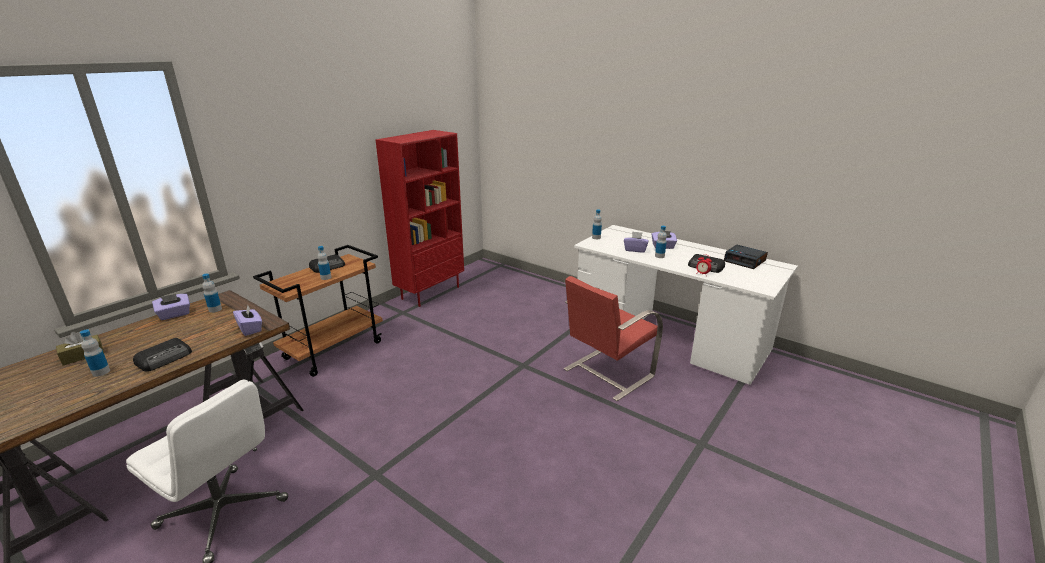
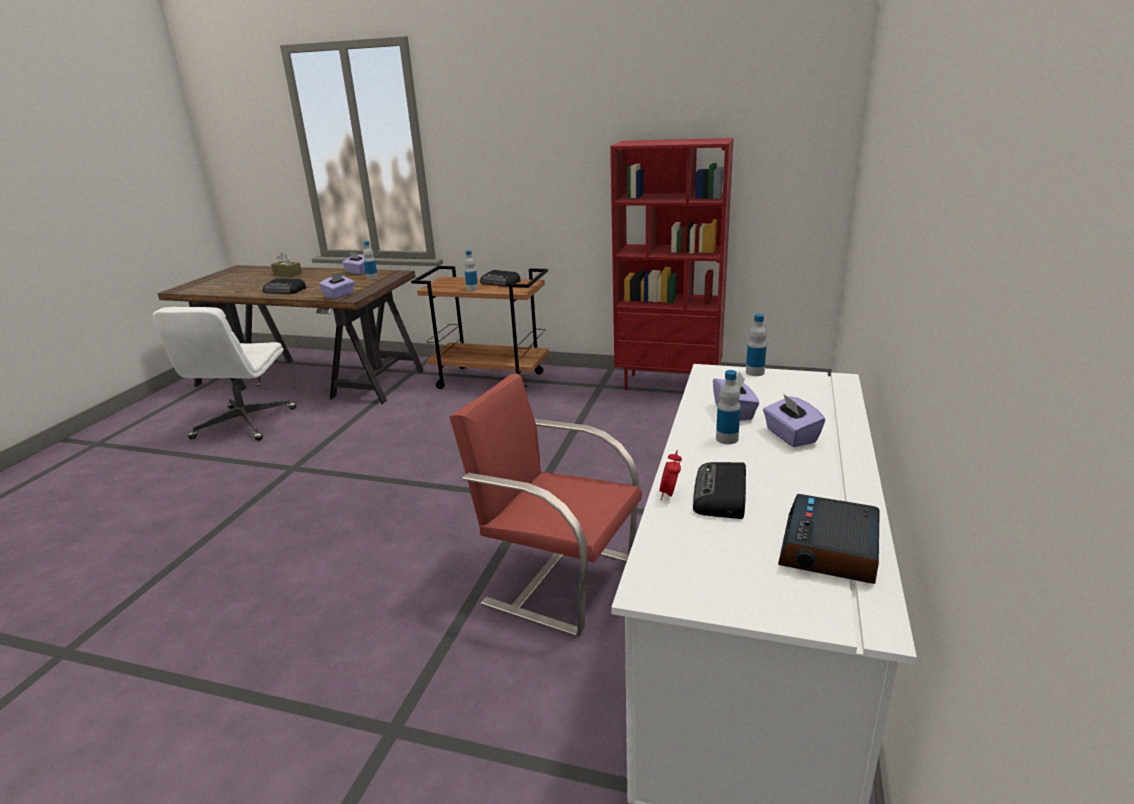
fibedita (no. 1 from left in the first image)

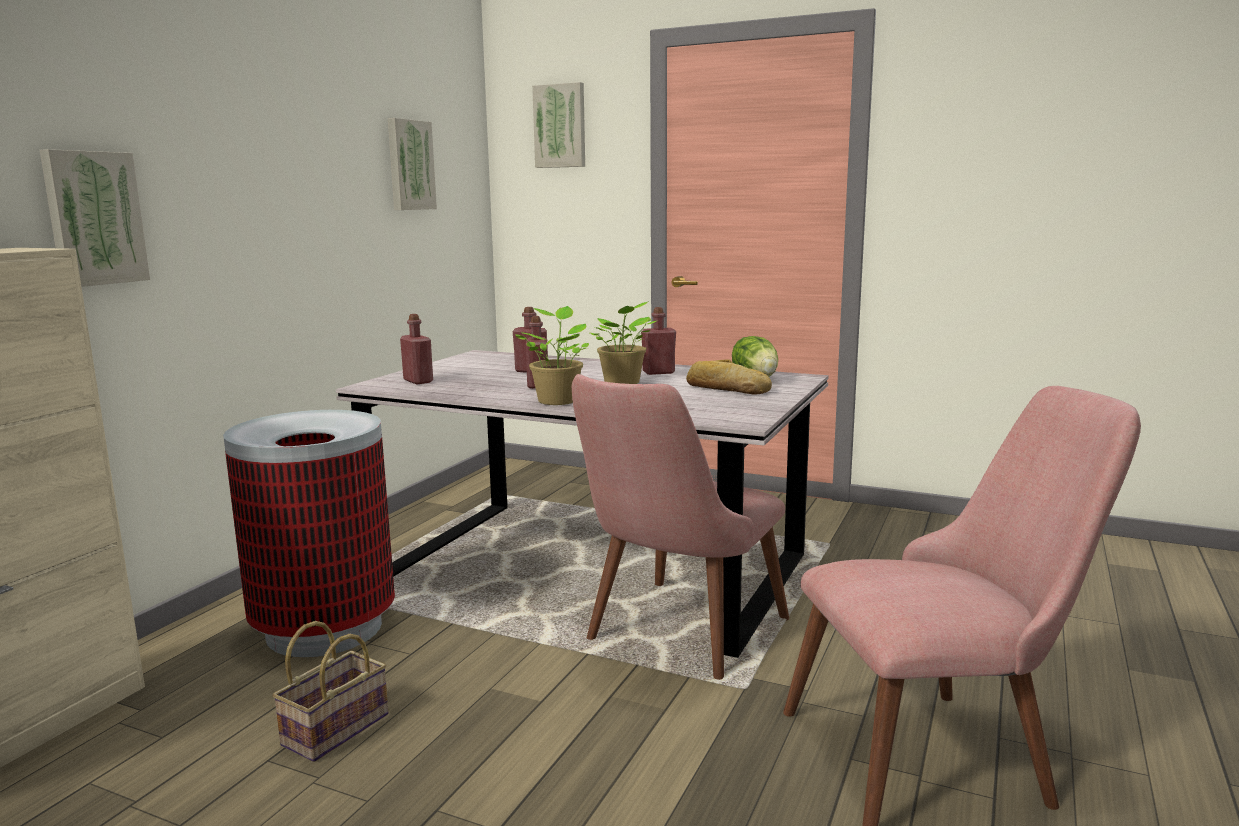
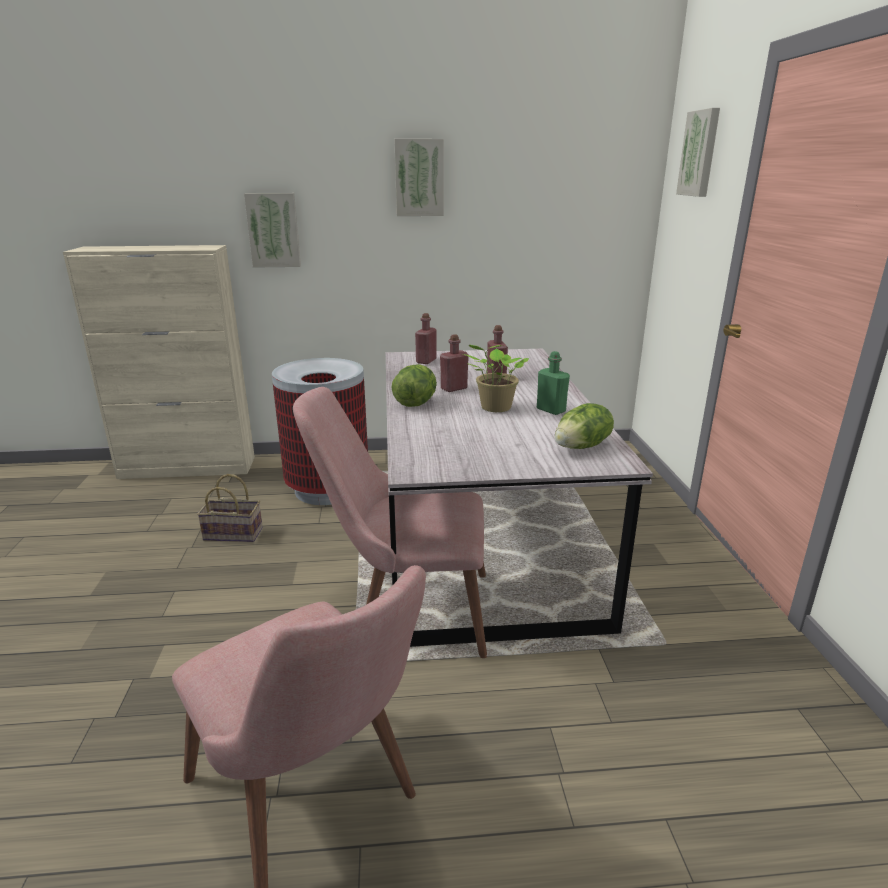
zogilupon (no. 2 from left)
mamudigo (no. 1 from left)
green fibedita
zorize

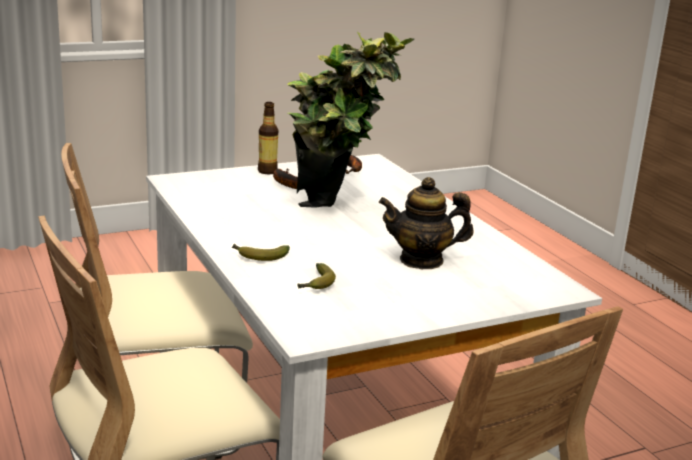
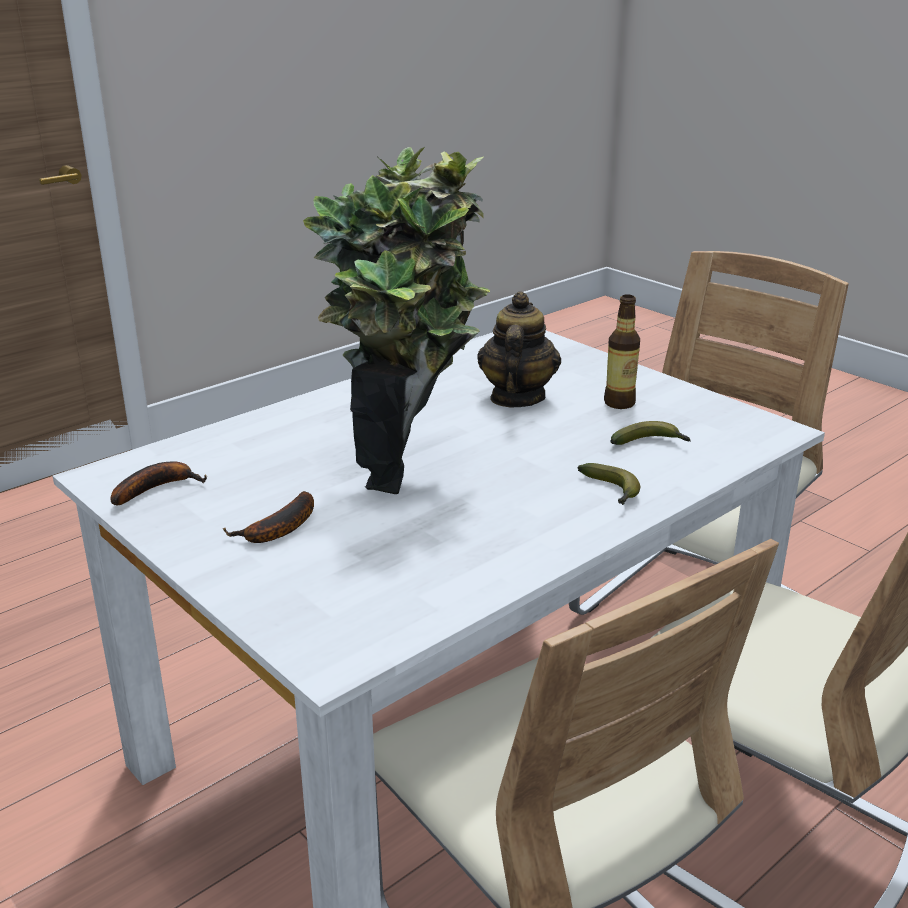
fibedita
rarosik

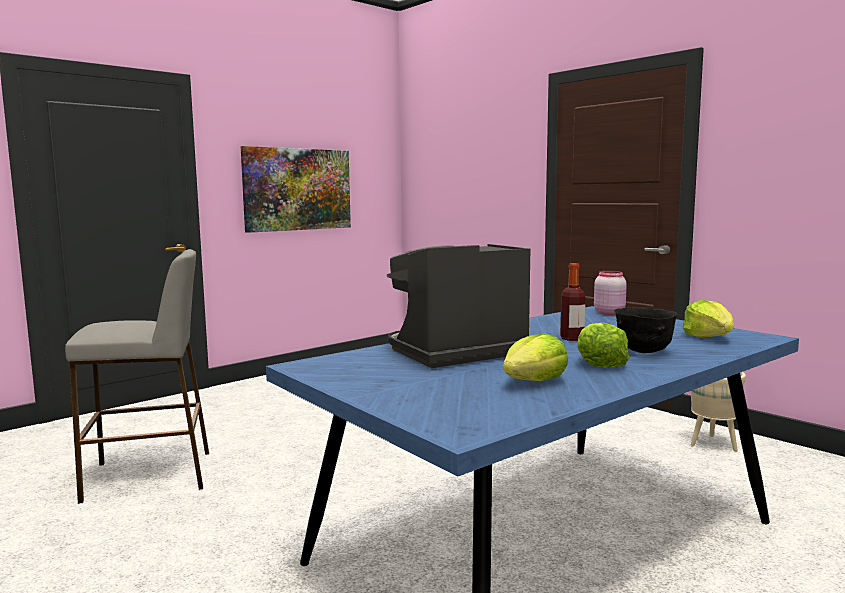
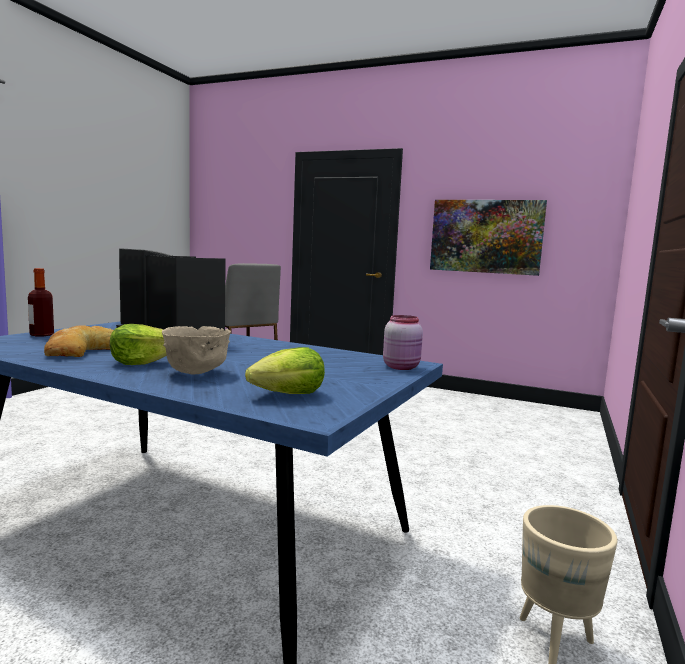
zorize
fibedita
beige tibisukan

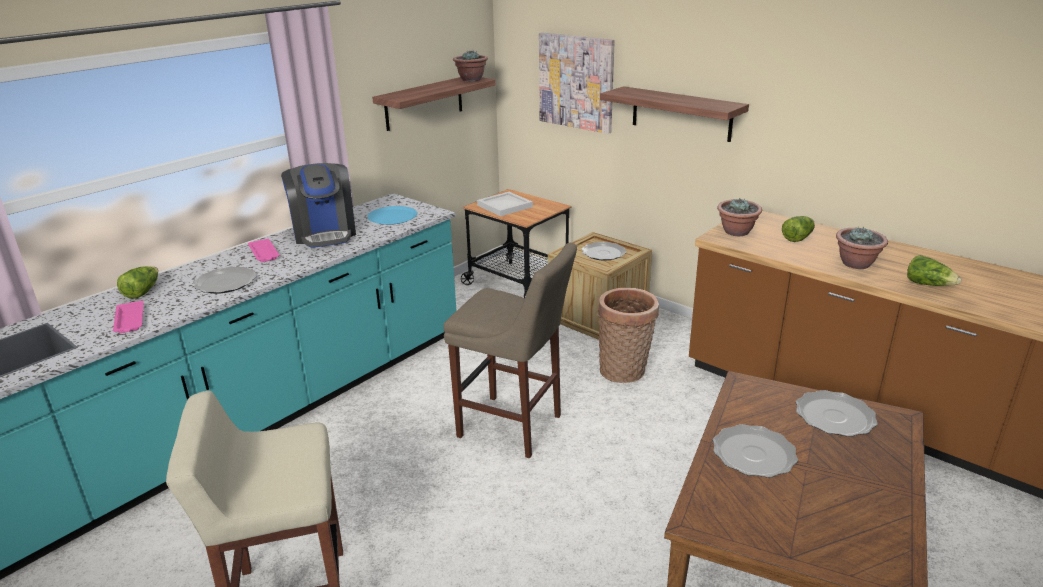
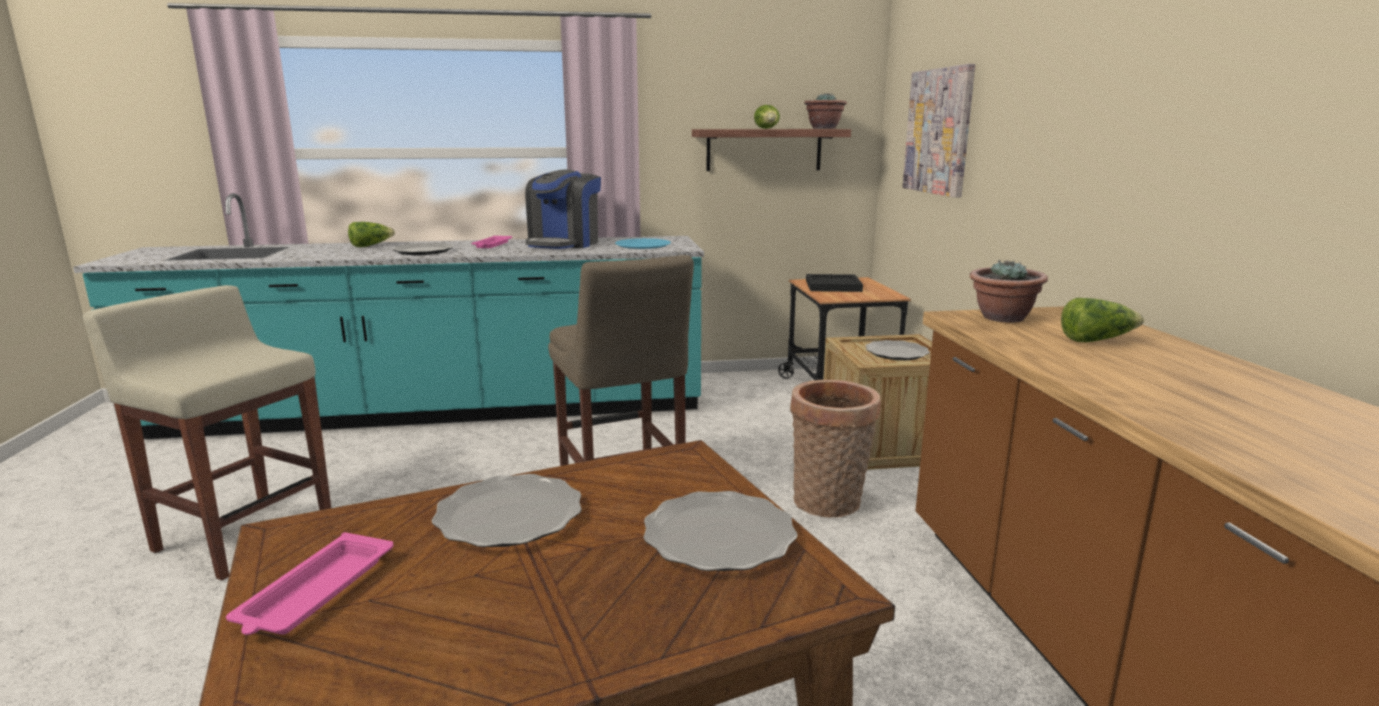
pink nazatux (no. 1 from left)
black nazatux
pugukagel (no. 2 from left in the first image)
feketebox (no. 3 from left in the first image)
mamudigo (no. 2 from left)

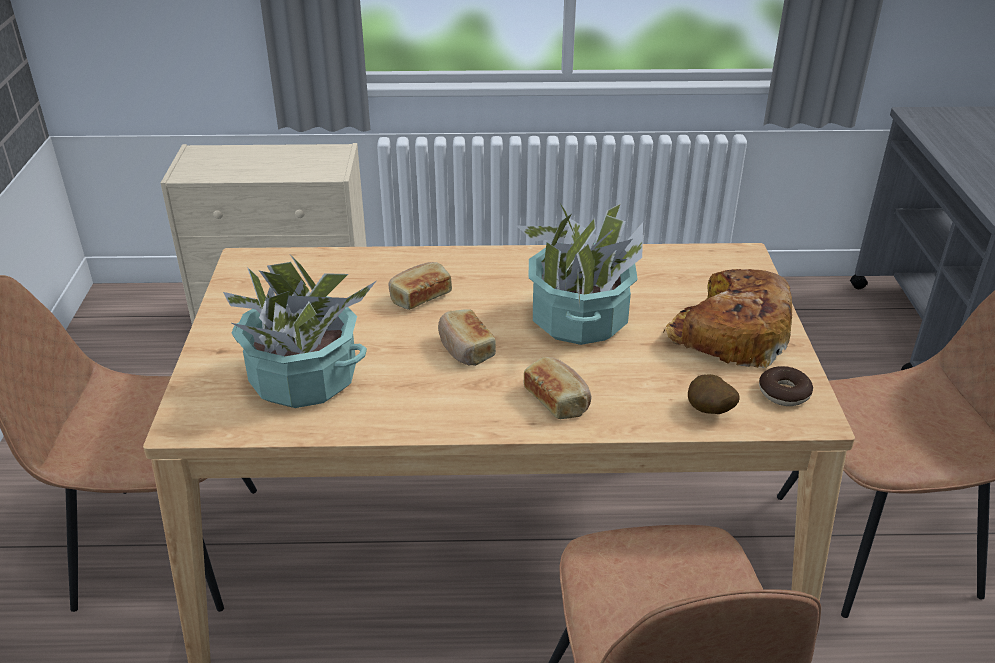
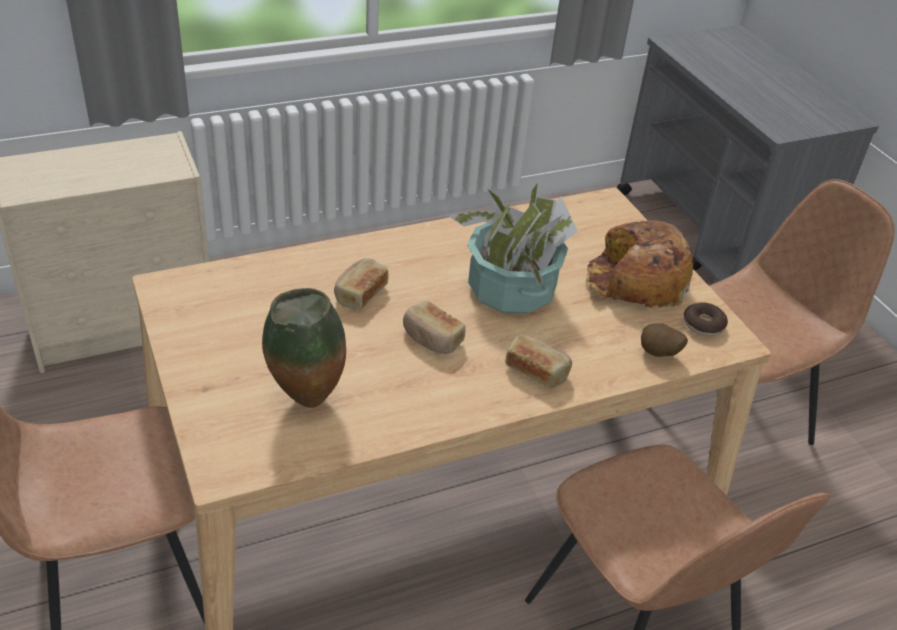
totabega

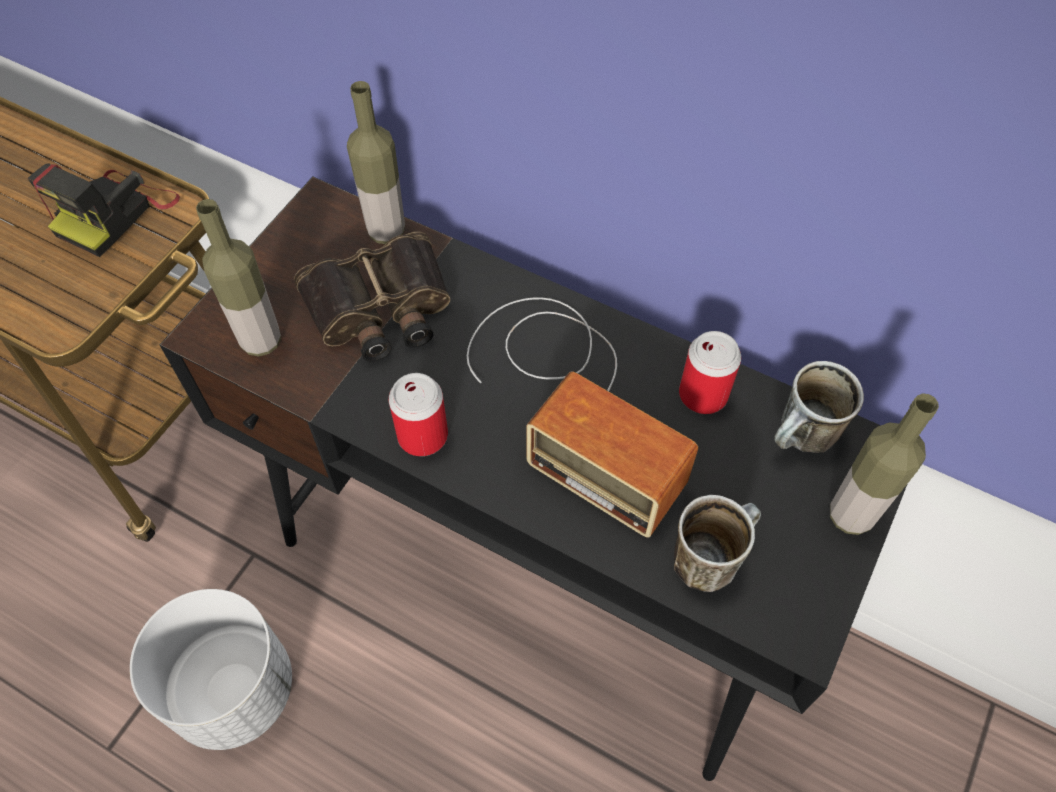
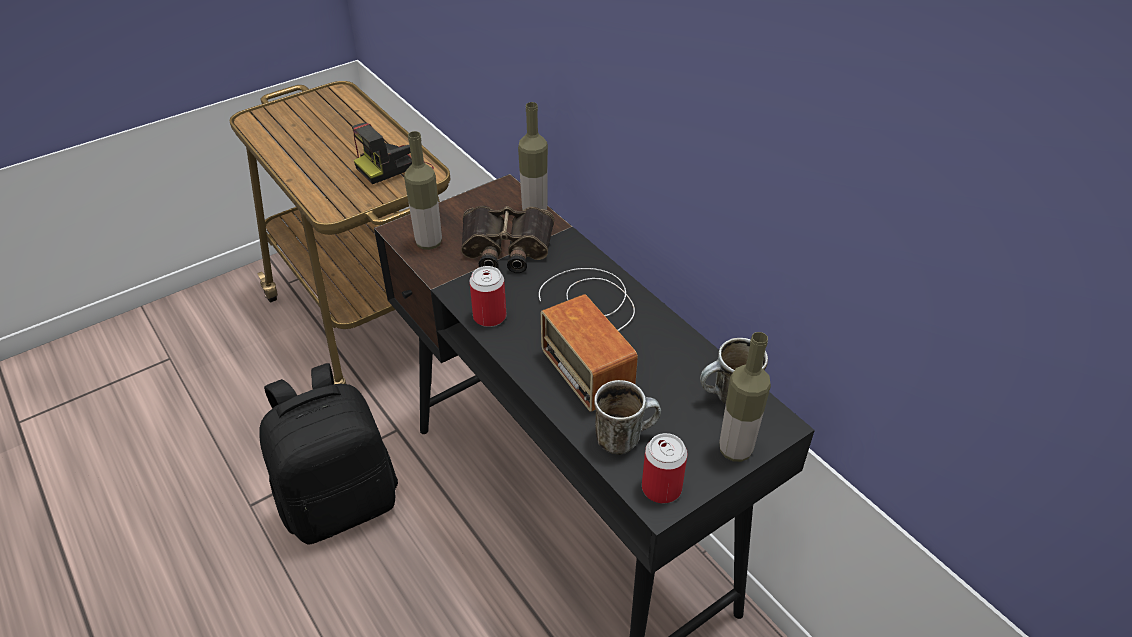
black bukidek
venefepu (no. 2 from left)

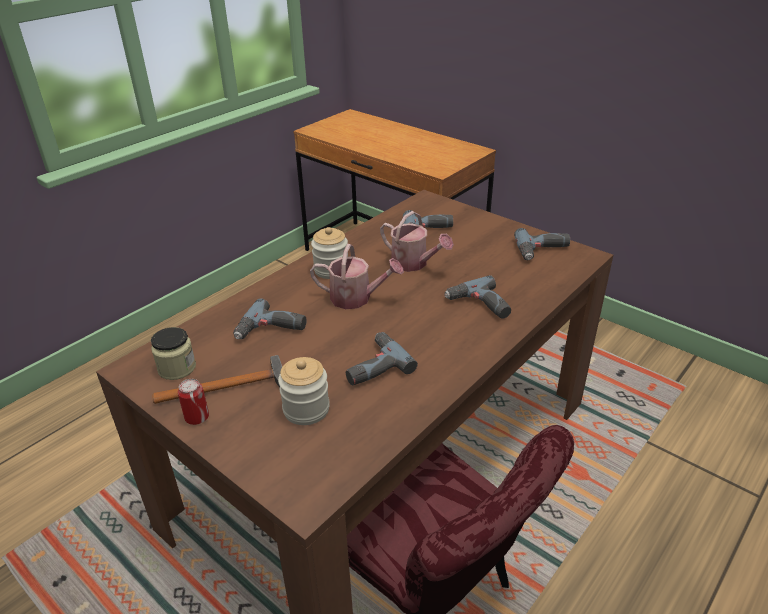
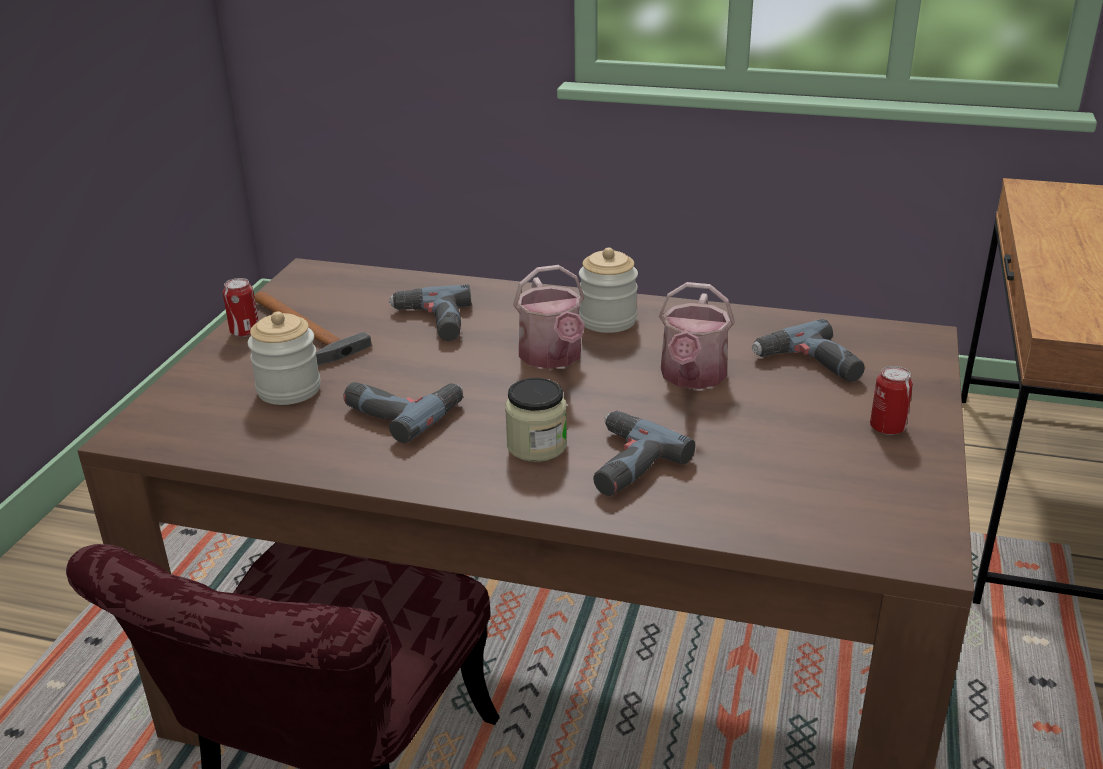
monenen (no. 2 from left)
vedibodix (no. 5 from left in the first image)
venefepu (no. 2 from left)

